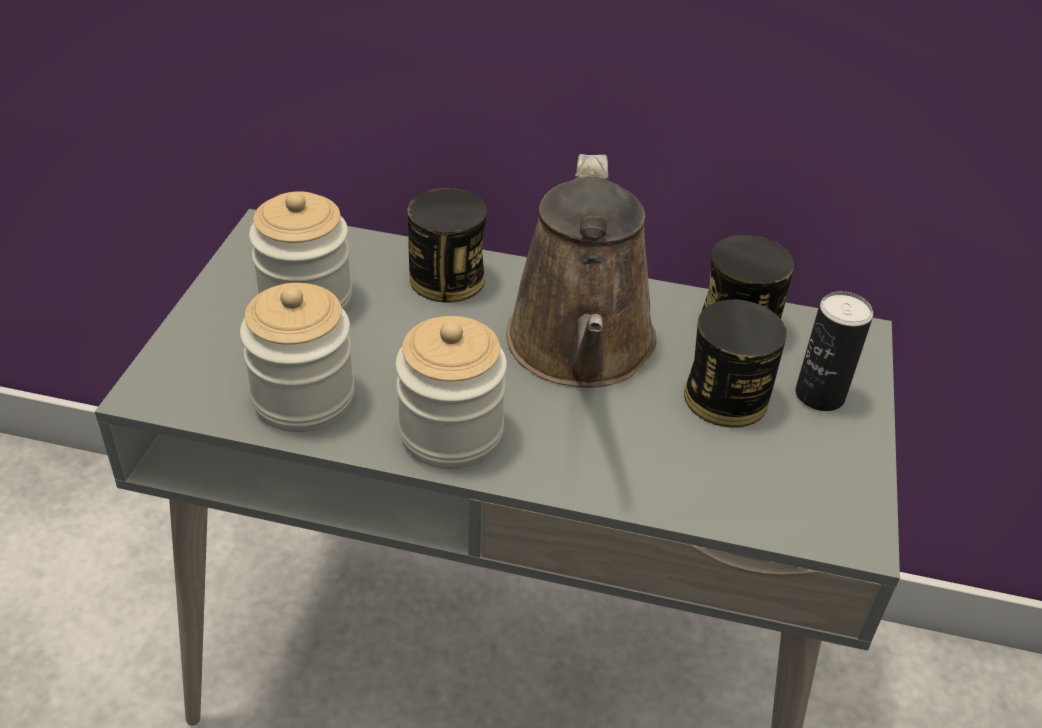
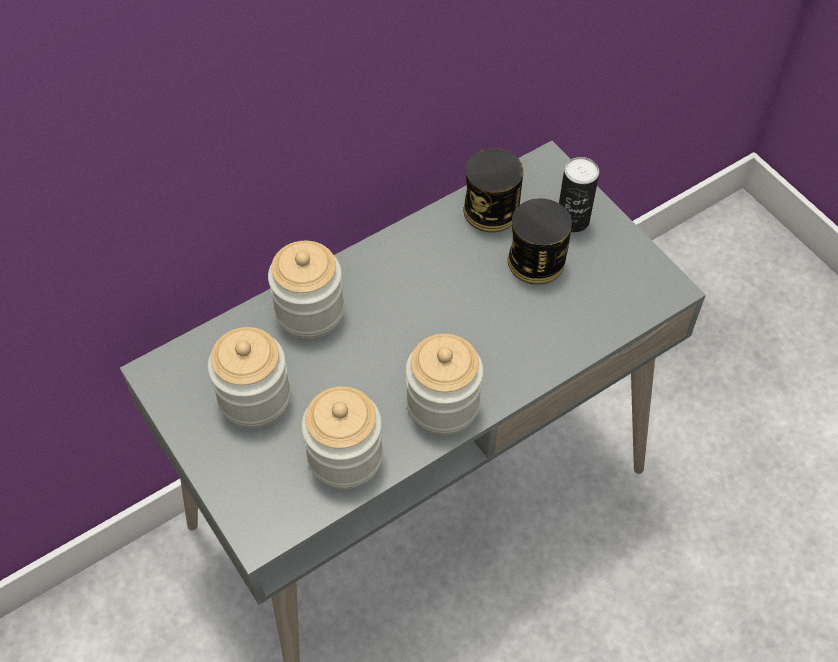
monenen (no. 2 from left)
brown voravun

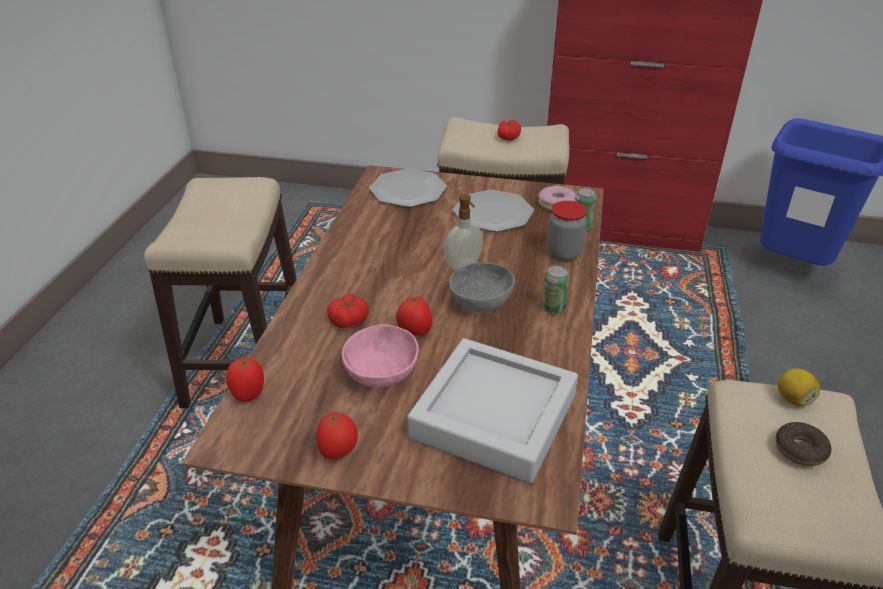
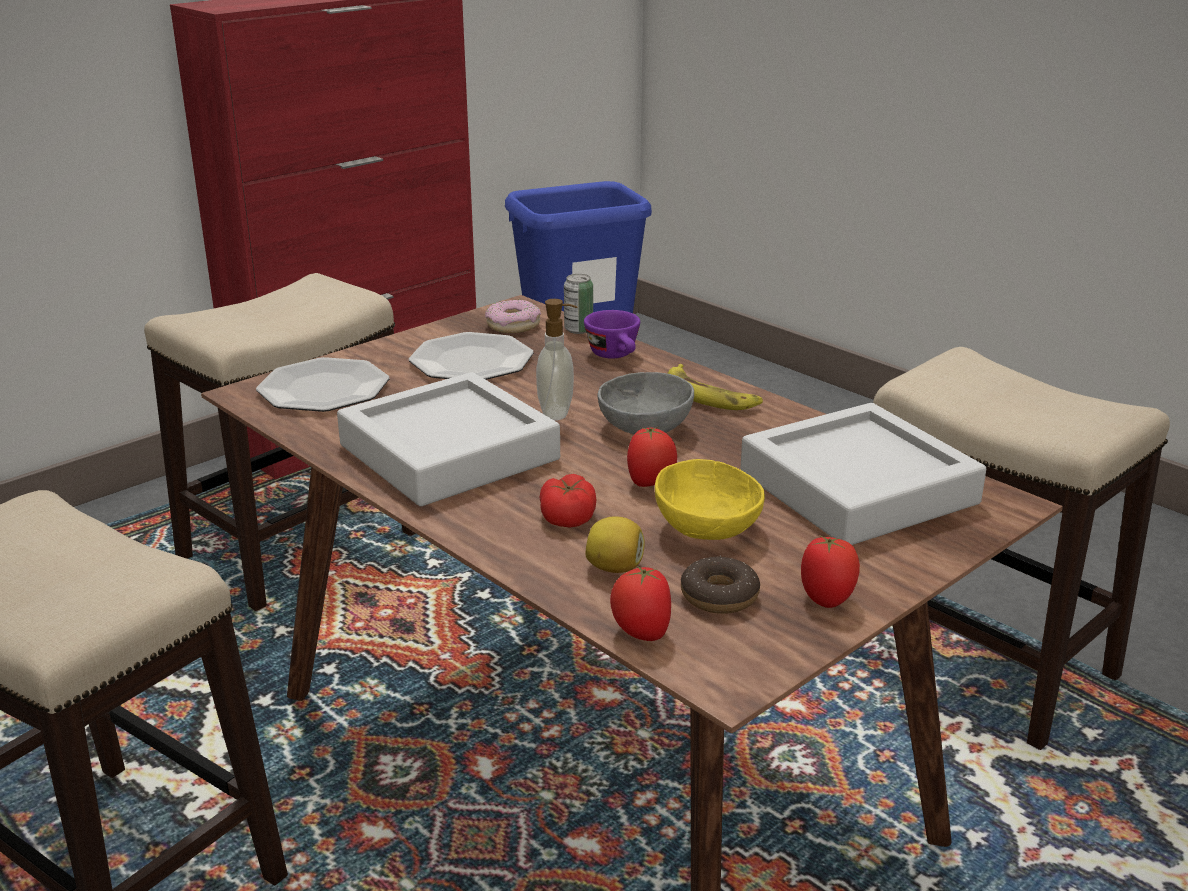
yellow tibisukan
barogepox (no. 5 from left in the first image)
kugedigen
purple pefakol
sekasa (no. 2 from left)
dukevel
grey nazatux (no. 1 from left)

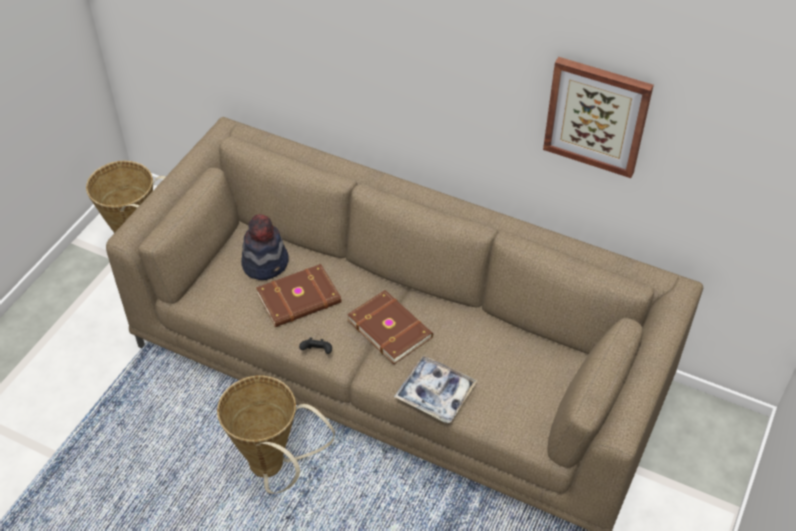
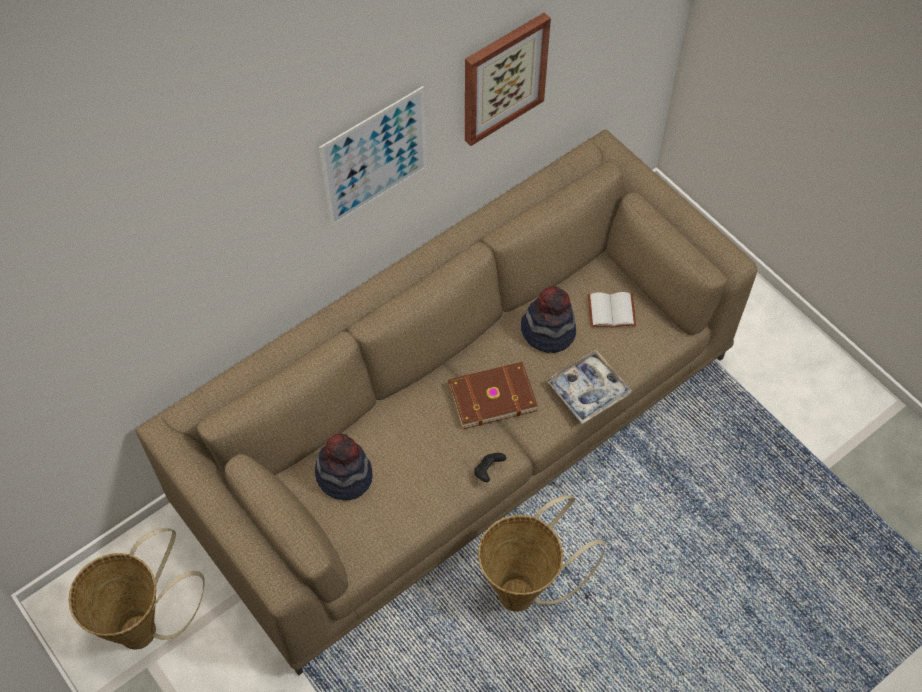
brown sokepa (no. 1 from left in the first image)
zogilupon (no. 1 from left)
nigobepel (no. 2 from left)
white sokepa

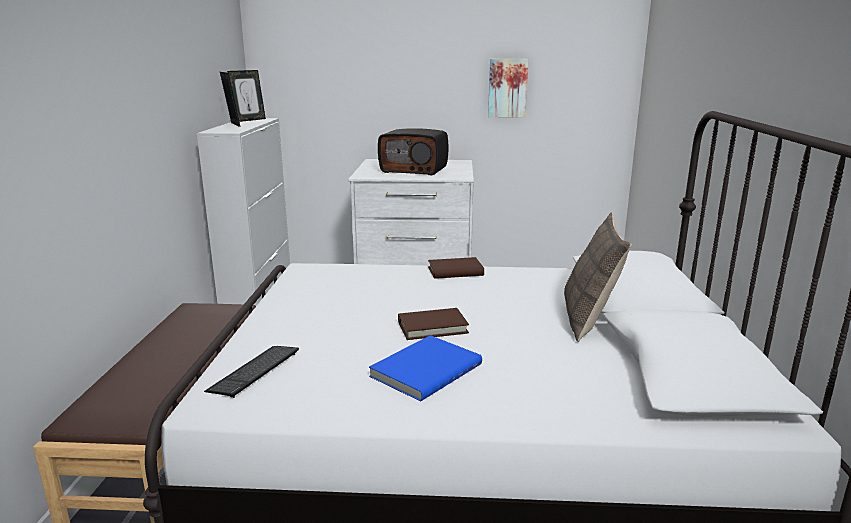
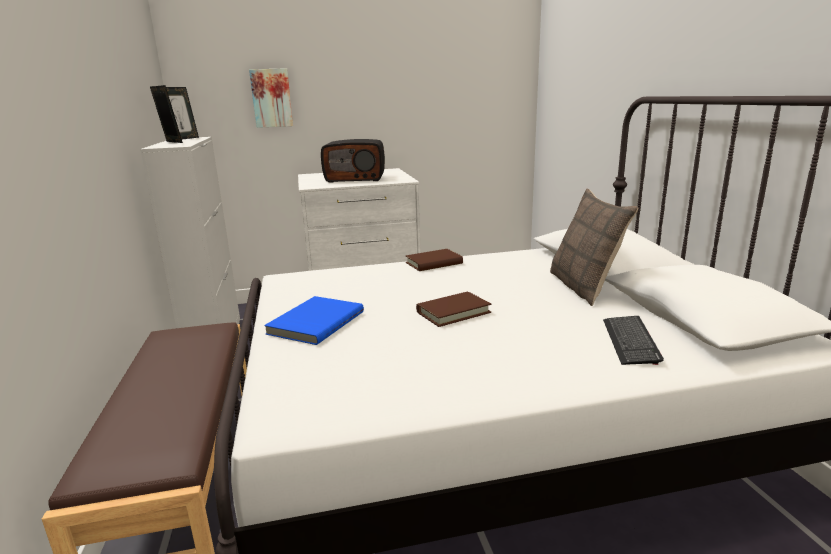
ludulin
blue sokepa
zogilupon

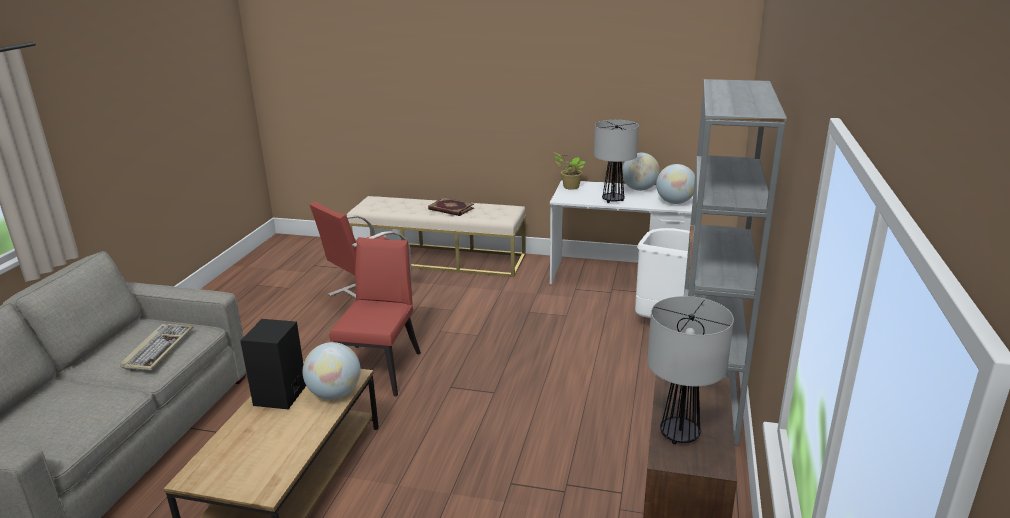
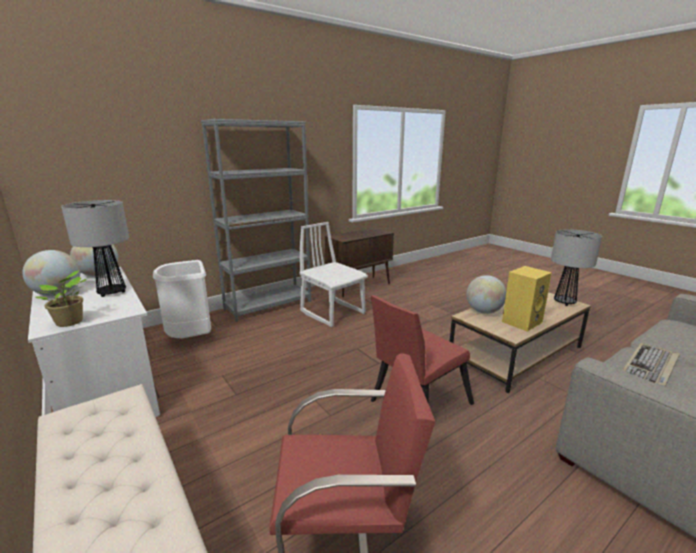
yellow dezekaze
sokepa
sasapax (no. 2 from left)
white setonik

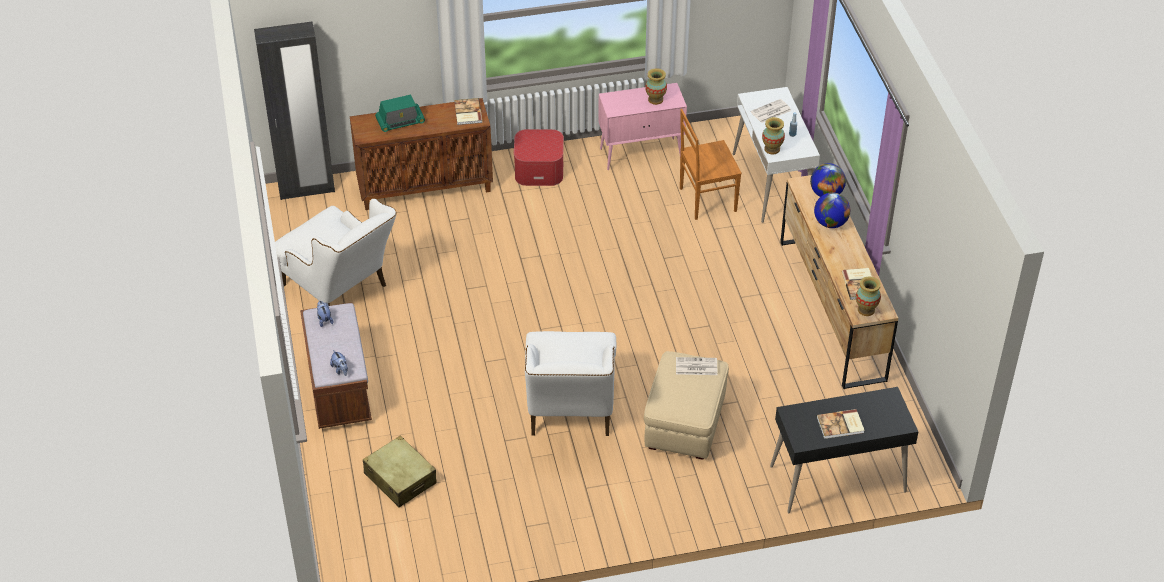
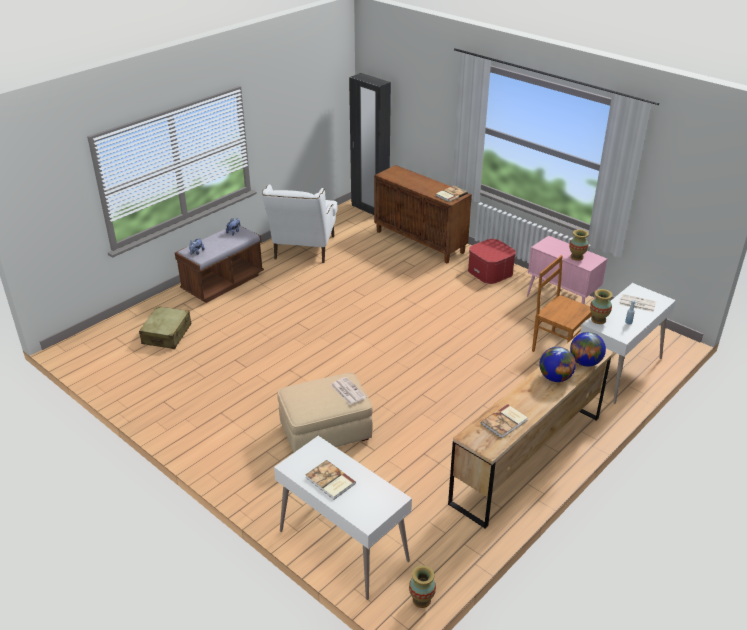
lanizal
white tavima (no. 2 from left in the first image)
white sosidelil (no. 1 from left)
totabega (no. 1 from left)

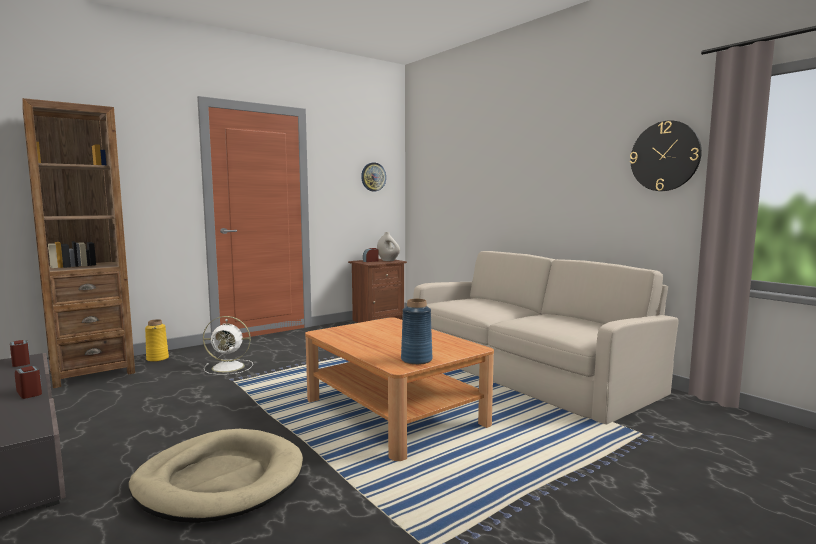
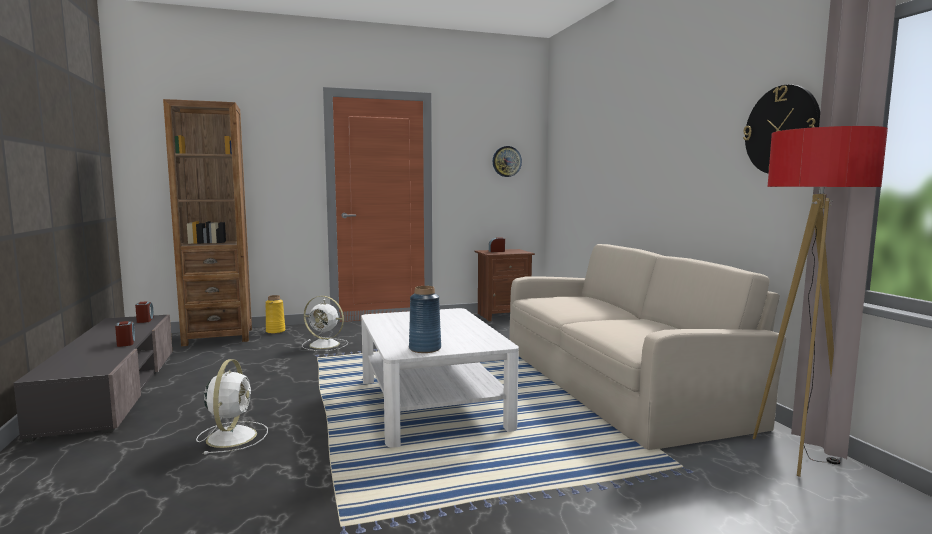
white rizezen (no. 1 from left)
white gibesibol
white totabega
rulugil

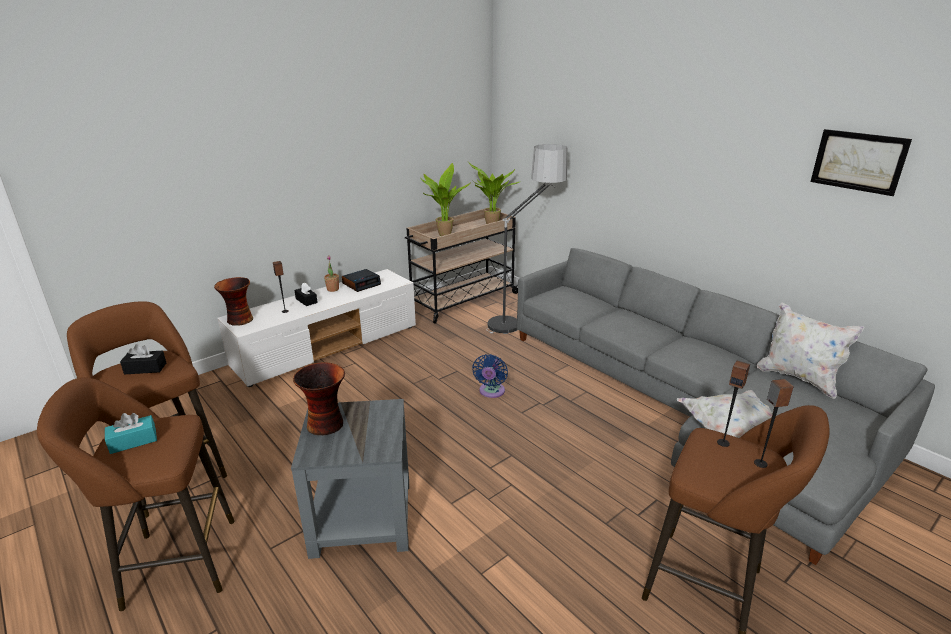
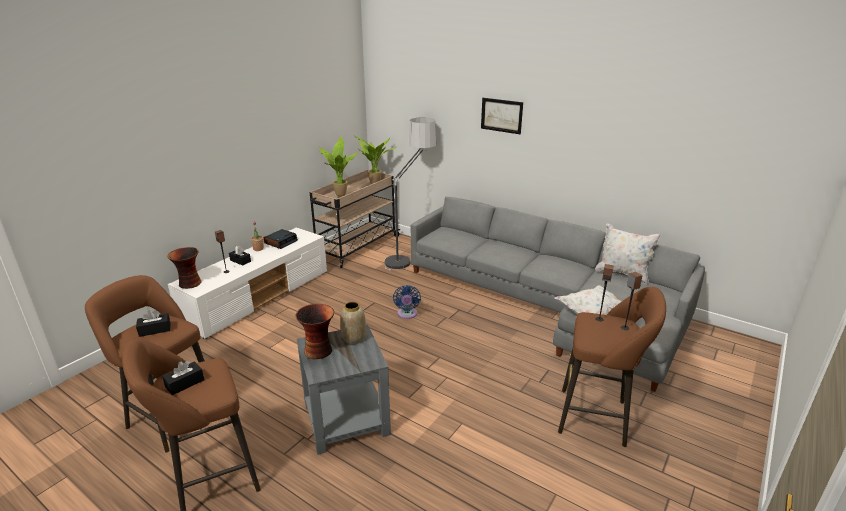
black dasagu (no. 2 from left)
zogilupon
totabega (no. 3 from left)

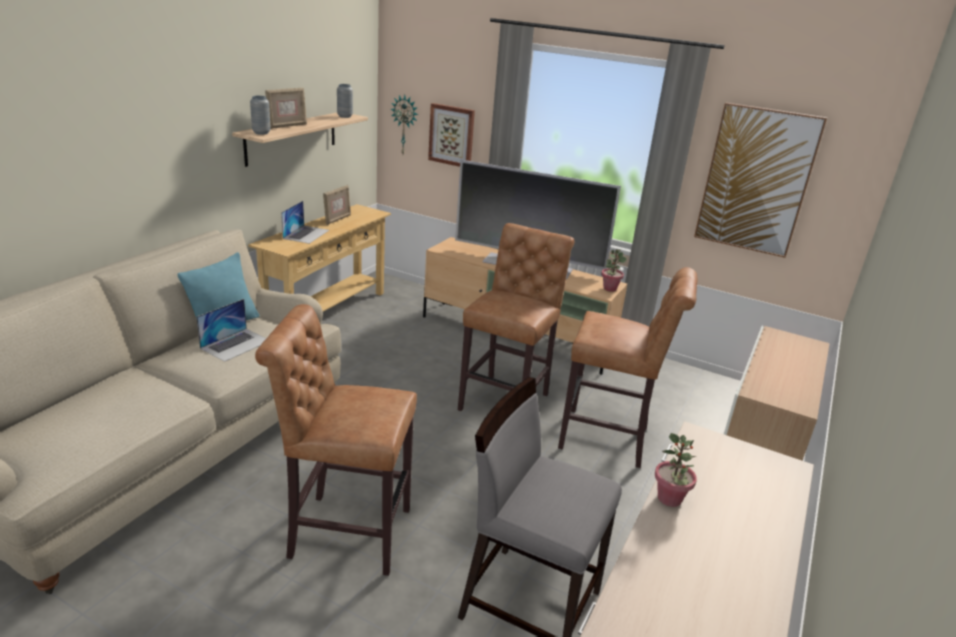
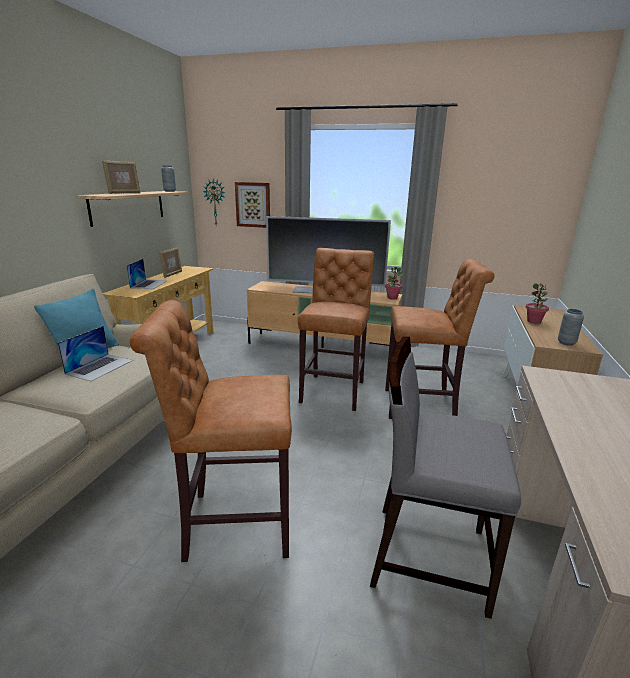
grey totabega (no. 2 from left)
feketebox (no. 2 from left)
zogilupon (no. 2 from left in the first image)

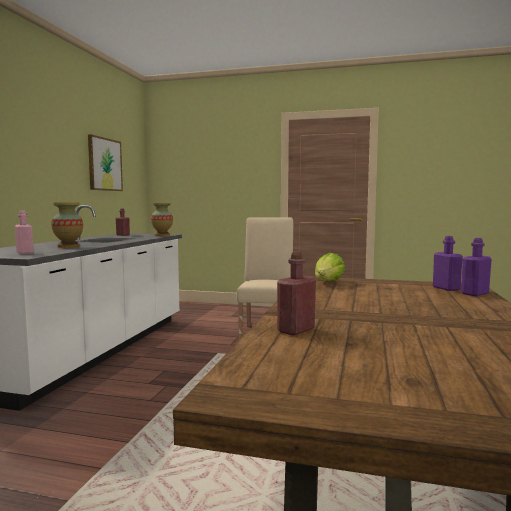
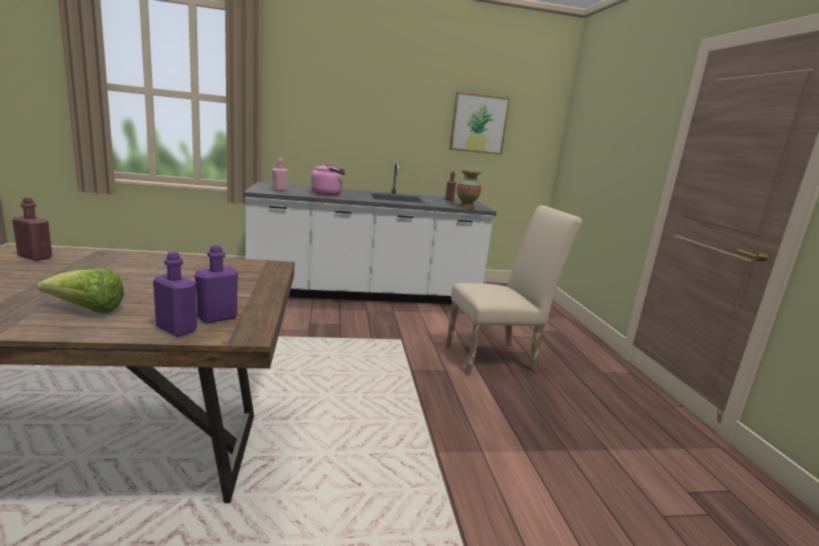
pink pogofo
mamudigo

